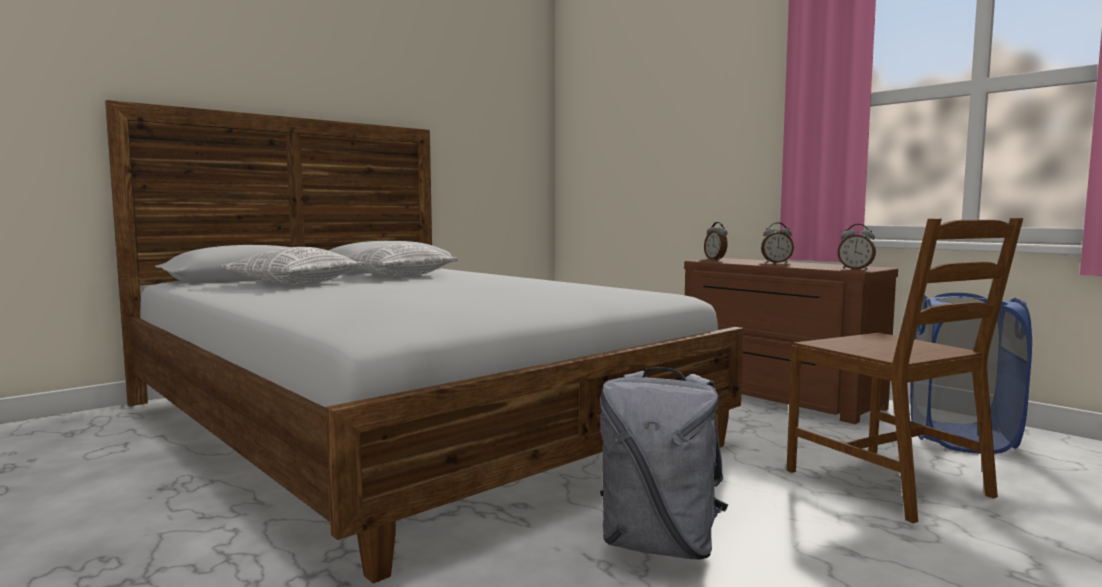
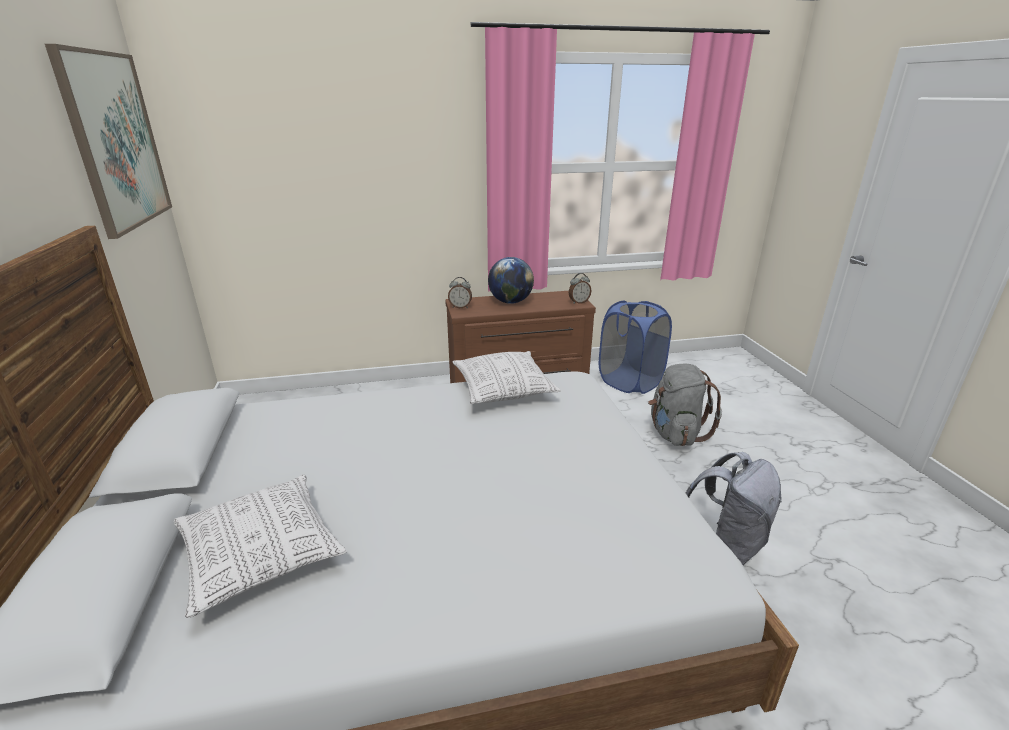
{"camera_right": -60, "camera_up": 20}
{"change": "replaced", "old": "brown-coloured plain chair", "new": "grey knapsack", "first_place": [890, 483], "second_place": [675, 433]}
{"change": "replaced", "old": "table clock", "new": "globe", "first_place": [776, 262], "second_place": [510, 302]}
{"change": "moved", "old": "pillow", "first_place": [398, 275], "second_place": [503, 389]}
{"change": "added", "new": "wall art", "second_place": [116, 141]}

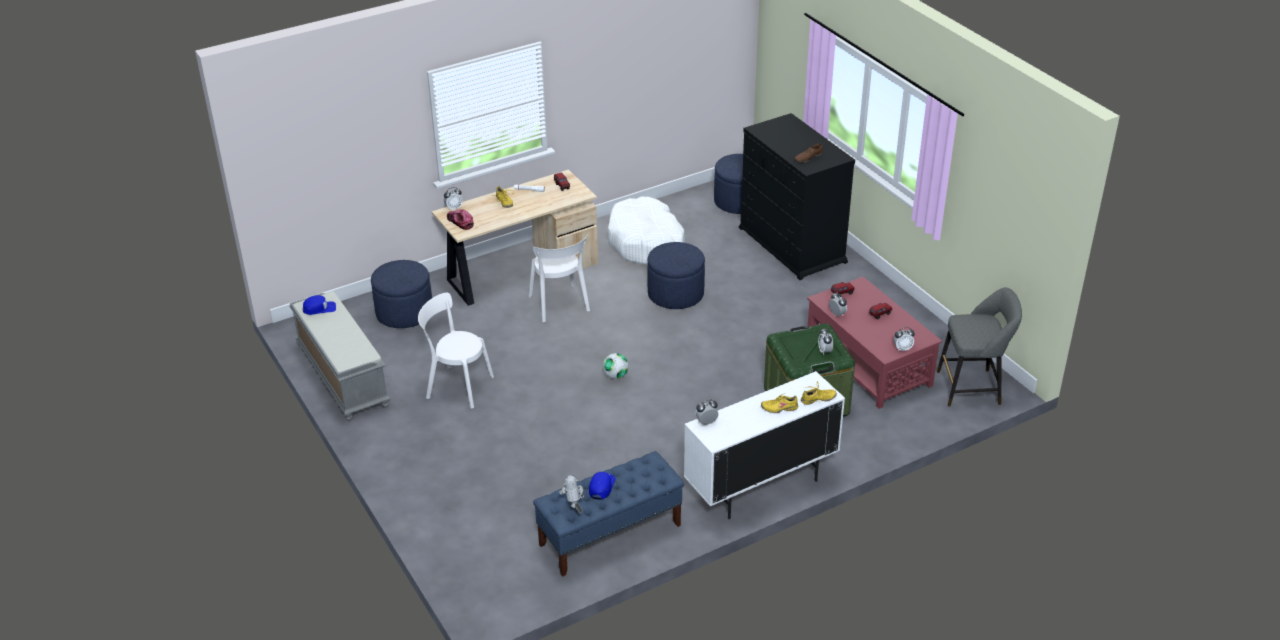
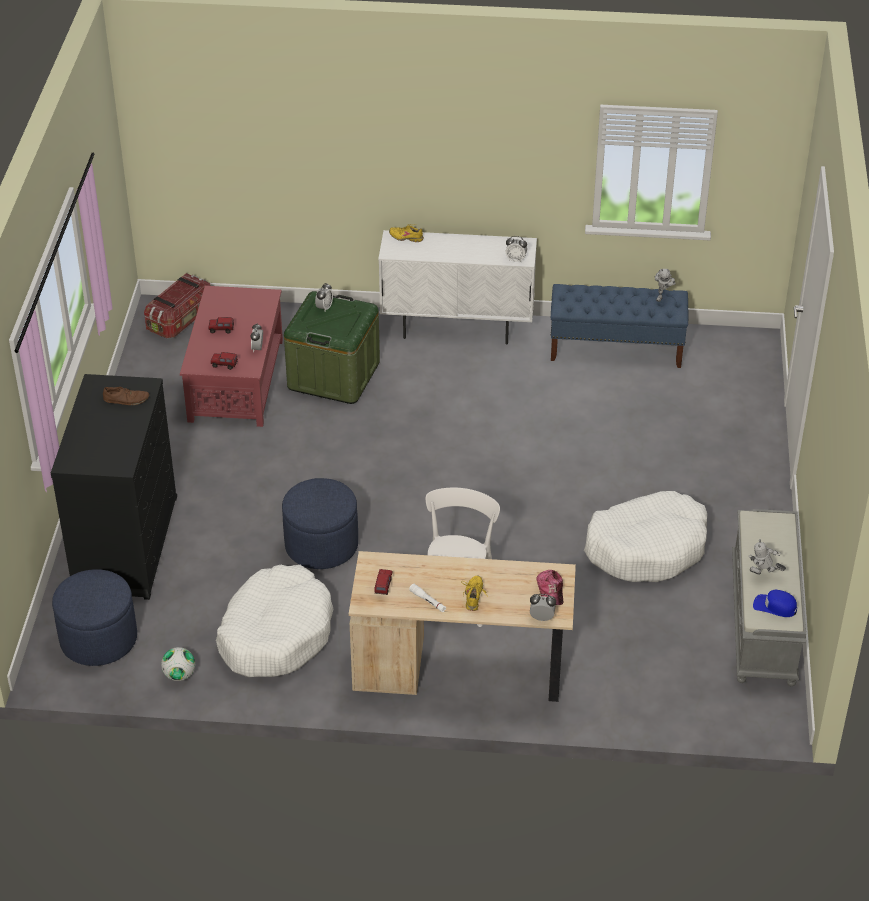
{"camera_right": -145, "camera_up": 5}
{"change": "removed", "old": "blue-coloured footrest", "first_place": [404, 312]}
{"change": "replaced", "old": "grey stool seat", "new": "storage box", "first_place": [972, 388], "second_place": [181, 319]}
{"change": "replaced", "old": "white-coloured plain chair", "new": "white-coloured dog bed", "first_place": [457, 386], "second_place": [647, 548]}
{"change": "removed", "old": "table clock", "first_place": [902, 348]}
{"change": "moved", "old": "football", "first_place": [615, 376], "second_place": [179, 675]}
{"change": "removed", "old": "yellow low shoe", "first_place": [779, 408]}
{"change": "removed", "old": "blue-coloured baseball cap", "first_place": [601, 486]}
{"change": "added", "new": "toy robot", "second_place": [763, 576]}

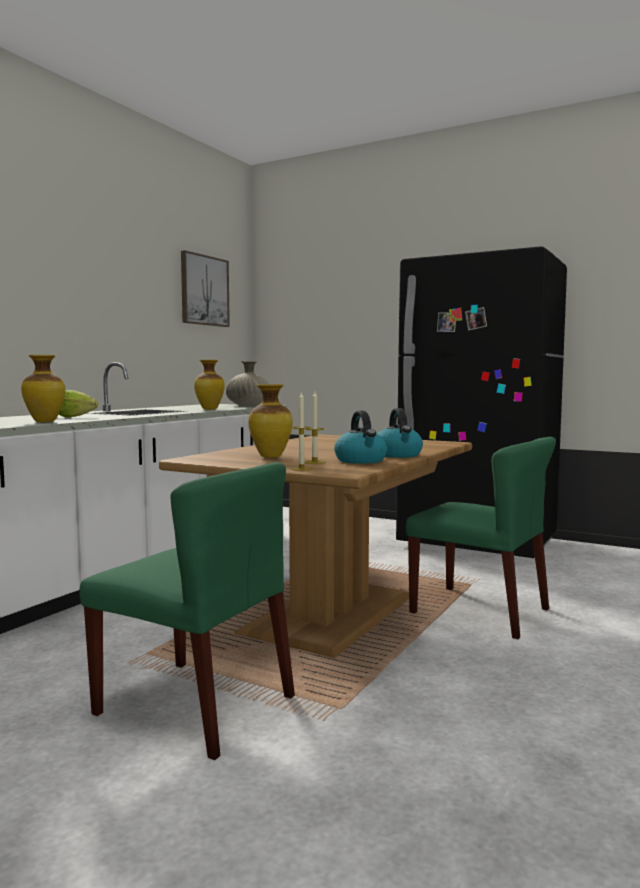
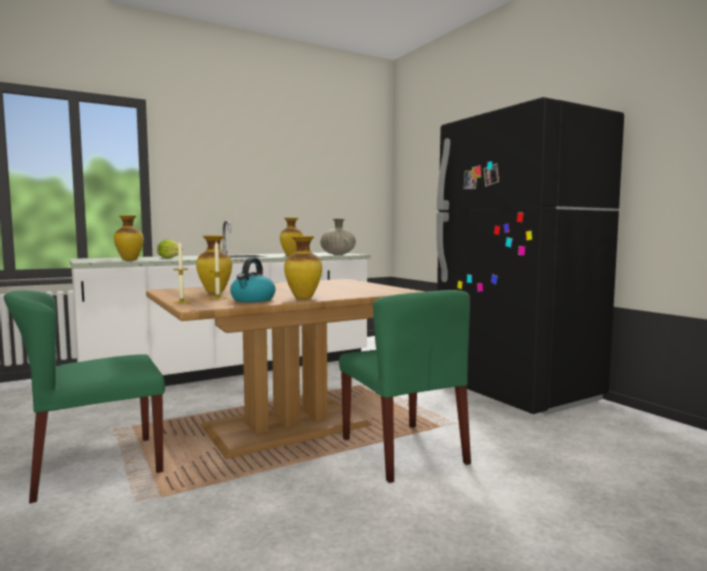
{"camera_right": 30, "camera_up": 0}
{"change": "removed", "old": "wall art", "first_place": [204, 290]}
{"change": "replaced", "old": "tea kettle", "new": "flower vase", "first_place": [398, 455], "second_place": [304, 298]}
{"change": "turned", "old": "green-coloured plain chair", "first_place": [197, 705], "second_place": [95, 467], "degrees": 90}

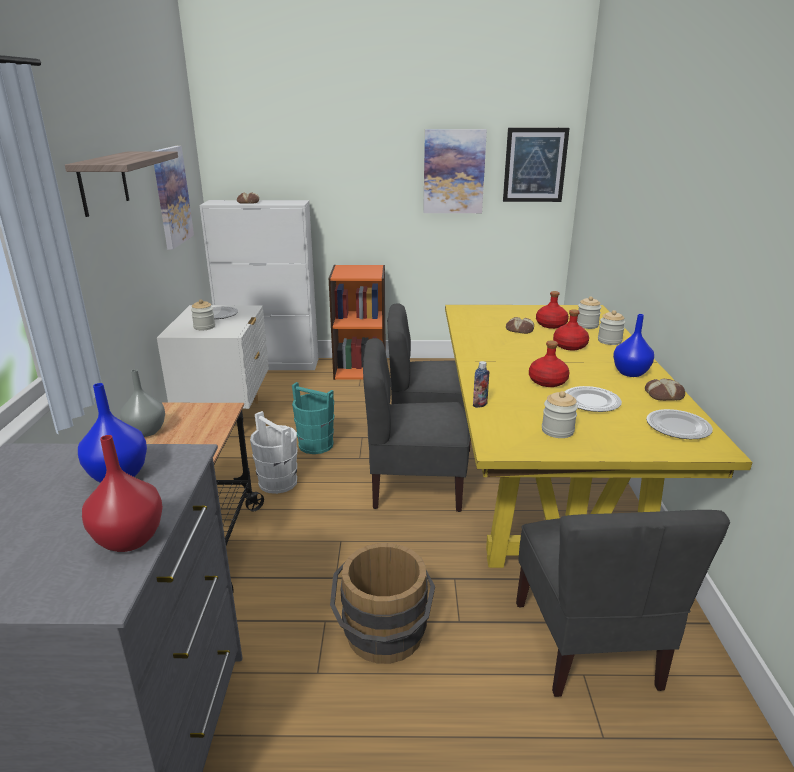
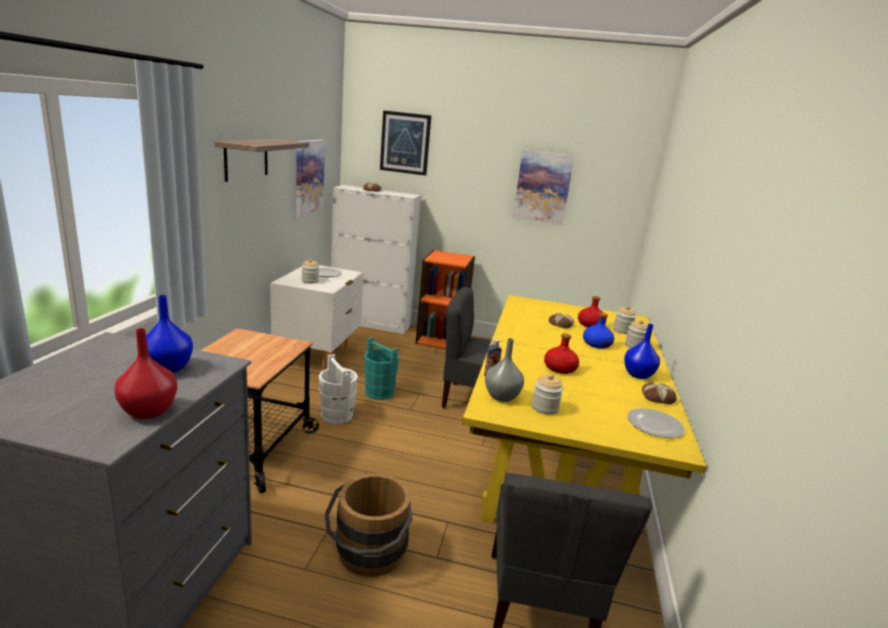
{"camera_right": 10, "camera_up": -5}
{"change": "moved", "old": "wall art", "first_place": [534, 165], "second_place": [405, 143]}
{"change": "recoloured", "old": "red-coloured drink bottle", "new": "blue-coloured drink bottle", "first_place": [569, 346], "second_place": [596, 344]}
{"change": "removed", "old": "grey plain chair", "first_place": [414, 487]}
{"change": "moved", "old": "grey flower vase", "first_place": [145, 431], "second_place": [501, 396]}
{"change": "removed", "old": "dinner plate", "first_place": [591, 401]}

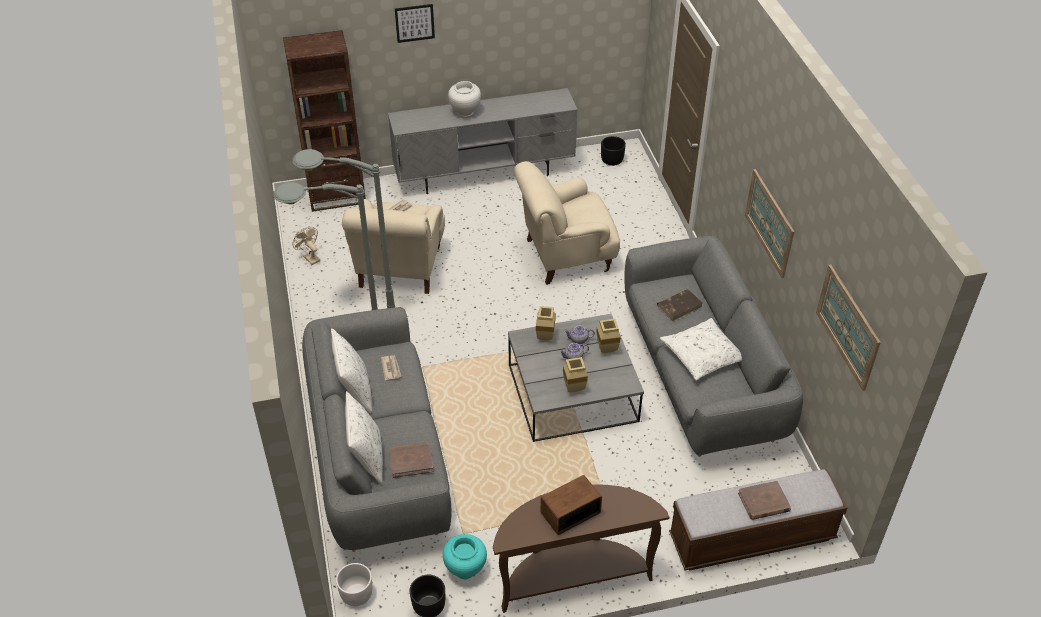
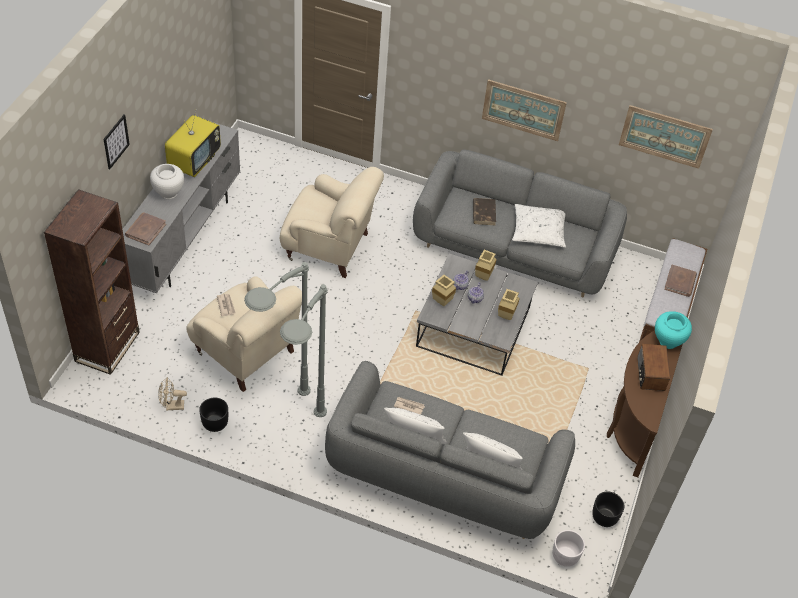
{"camera_right": -60, "camera_up": 5}
{"change": "moved", "old": "black planter", "first_place": [612, 160], "second_place": [215, 422]}
{"change": "turned", "old": "beige-coloured easy chair", "first_place": [565, 256], "second_place": [330, 247], "degrees": -90}
{"change": "moved", "old": "brown-coloured volume", "first_place": [411, 461], "second_place": [145, 230]}
{"change": "moved", "old": "turquoise flower vase", "first_place": [465, 569], "second_place": [667, 341]}
{"change": "added", "new": "television", "second_place": [194, 161]}

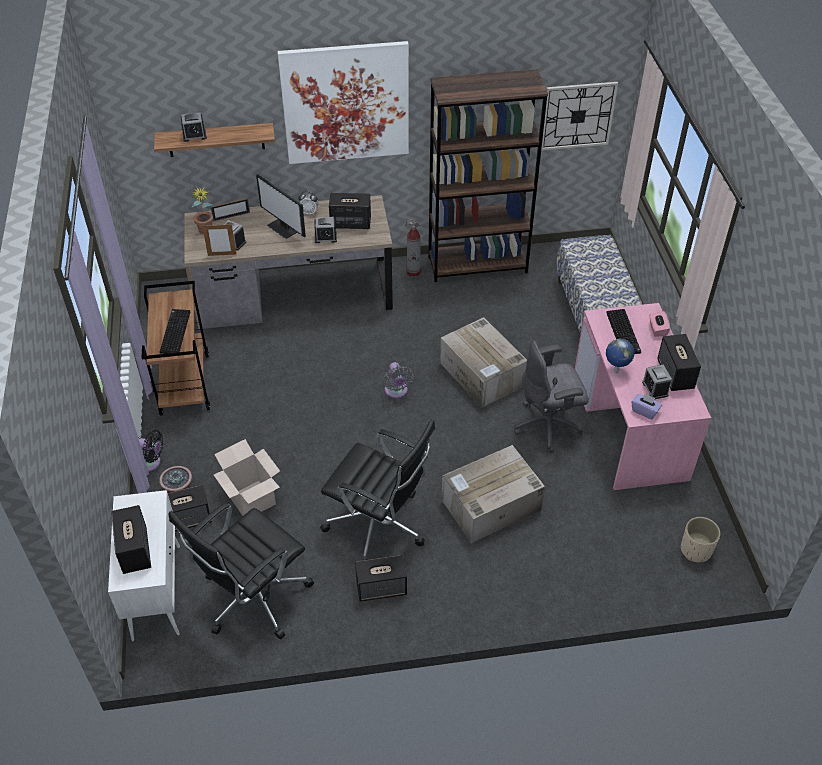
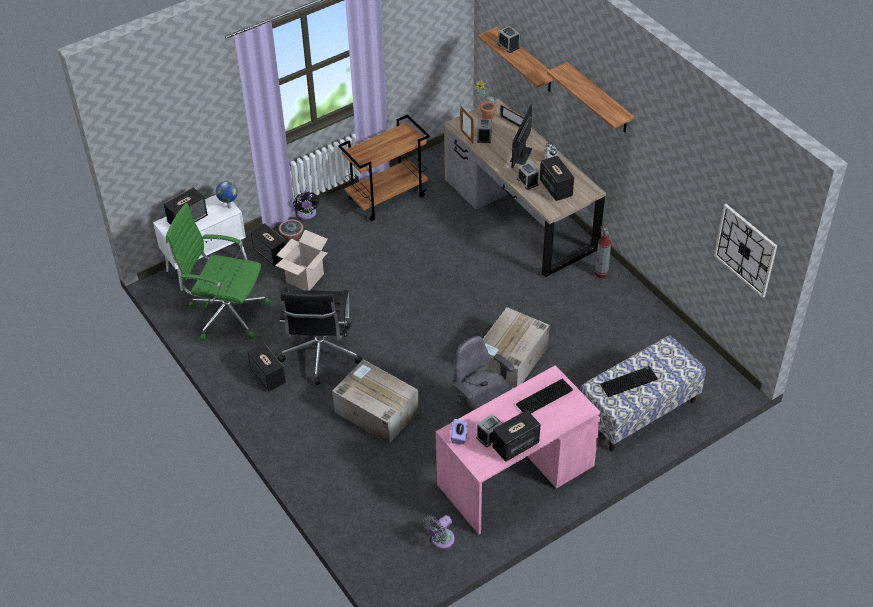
{"camera_right": 65, "camera_up": 0}
{"change": "replaced", "old": "wall art", "new": "shelf", "first_place": [346, 103], "second_place": [599, 99]}
{"change": "removed", "old": "brown-coloured bookshelf", "first_place": [477, 264]}
{"change": "moved", "old": "computer keyboard", "first_place": [174, 331], "second_place": [629, 381]}
{"change": "removed", "old": "pink tissue box", "first_place": [657, 329]}
{"change": "moved", "old": "globe", "first_place": [615, 372], "second_place": [228, 207]}
{"change": "moved", "old": "grey fan", "first_place": [396, 391], "second_place": [440, 540]}
{"change": "recoloured", "old": "black desk chair", "new": "green-coloured desk chair", "first_place": [252, 598], "second_place": [226, 313]}
{"change": "removed", "old": "beige-coloured planter", "first_place": [696, 550]}

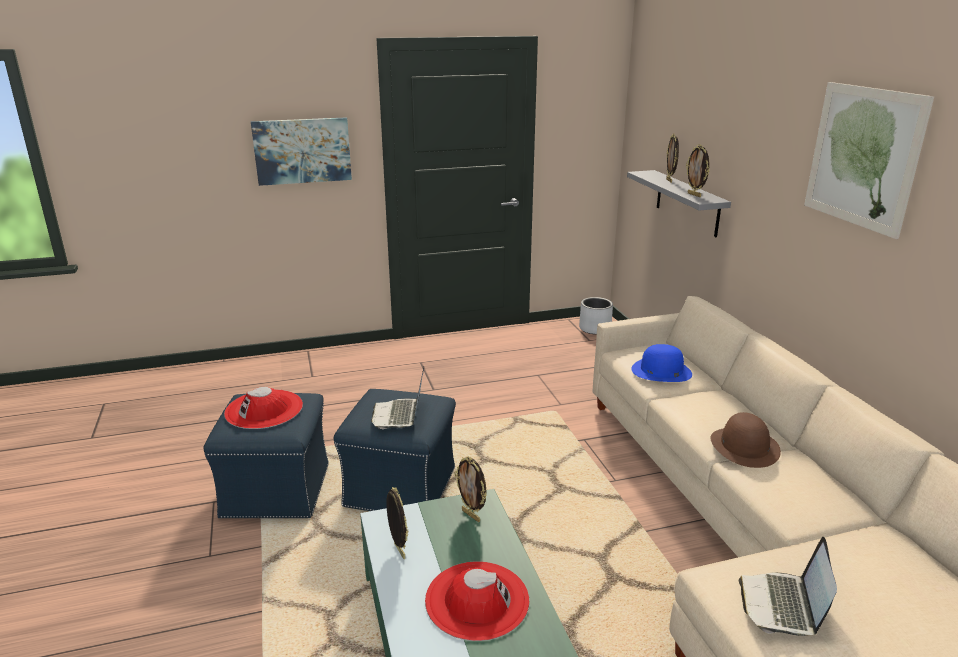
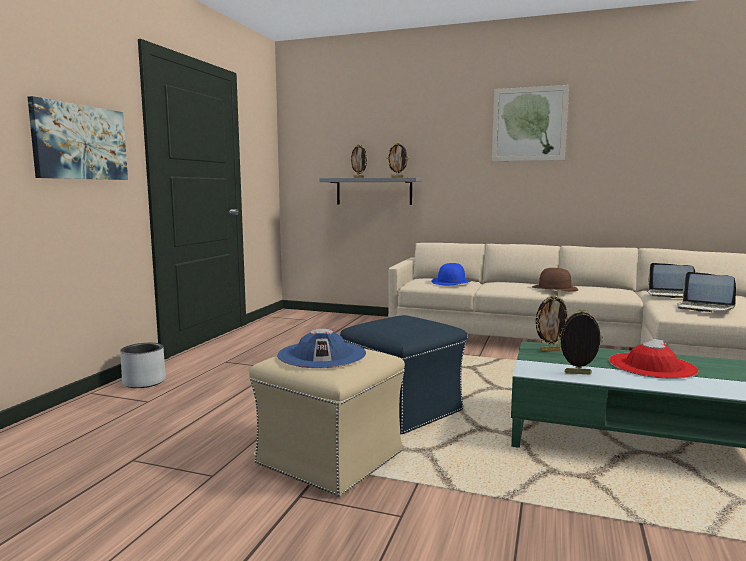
{"camera_right": -55, "camera_up": -15}
{"change": "moved", "old": "grey planter", "first_place": [594, 328], "second_place": [144, 382]}
{"change": "moved", "old": "notebook computer", "first_place": [399, 415], "second_place": [671, 294]}
{"change": "recoloured", "old": "red-coloured clothing hat", "new": "blue-coloured clothing hat", "first_place": [264, 409], "second_place": [322, 355]}
{"change": "recoloured", "old": "blue-coloured footrest", "new": "beige-coloured footrest", "first_place": [276, 489], "second_place": [328, 458]}

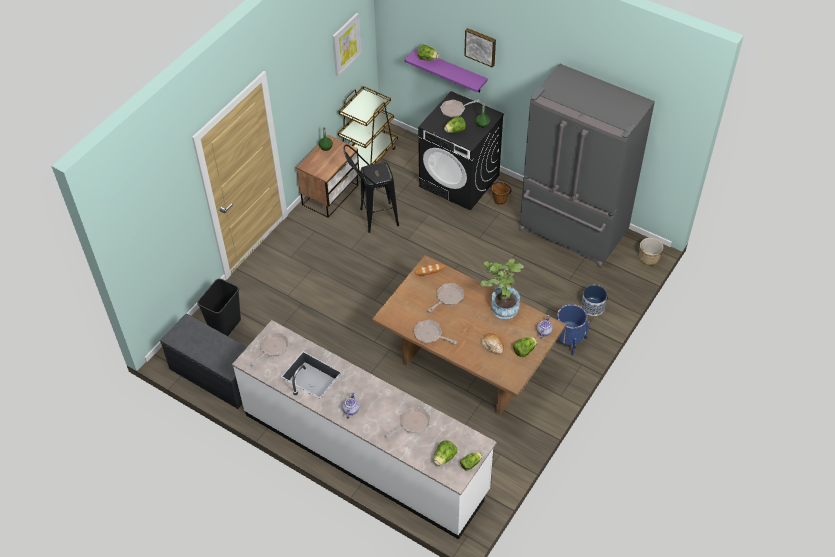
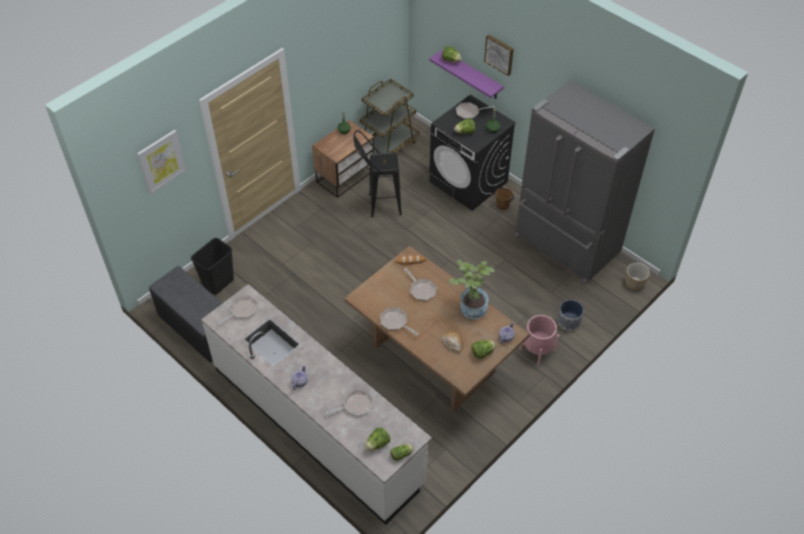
{"camera_right": 10, "camera_up": 0}
{"change": "moved", "old": "wall art", "first_place": [346, 44], "second_place": [161, 161]}
{"change": "turned", "old": "pan", "first_place": [448, 298], "second_place": [421, 289], "degrees": 90}
{"change": "recoloured", "old": "blue-coloured planter", "new": "pink planter", "first_place": [568, 340], "second_place": [537, 349]}

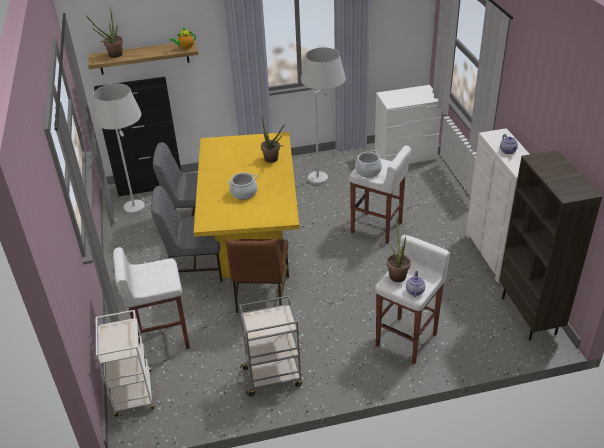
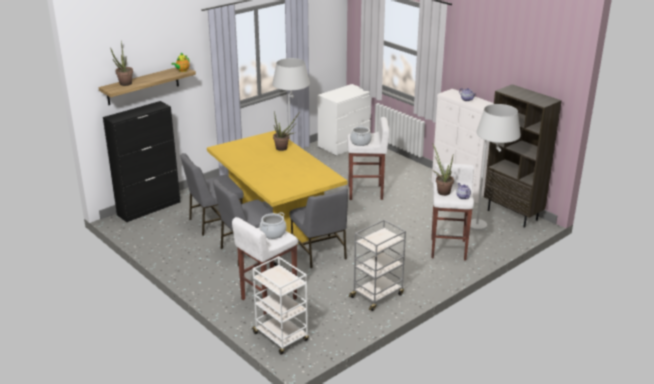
{"camera_right": -30, "camera_up": -10}
{"change": "moved", "old": "white-coloured standing lamp", "first_place": [139, 213], "second_place": [487, 228]}
{"change": "moved", "old": "cooking pot", "first_place": [243, 193], "second_place": [273, 233]}
{"change": "recoloured", "old": "brown-coloured plain chair", "new": "grey plain chair", "first_place": [261, 295], "second_place": [319, 252]}

